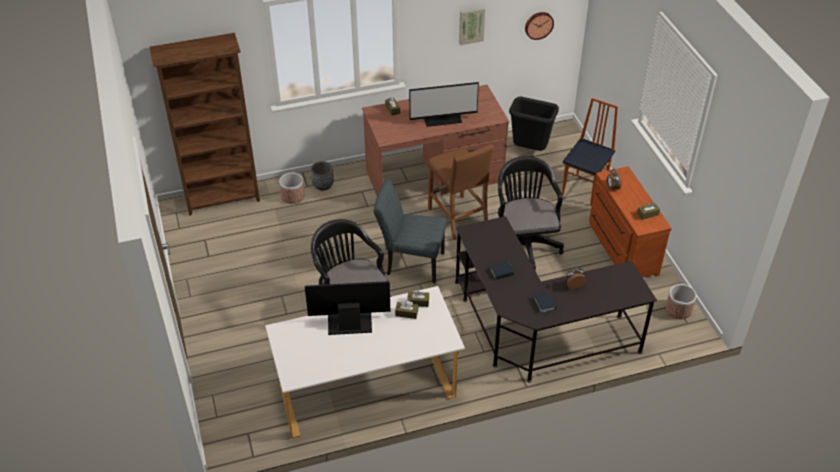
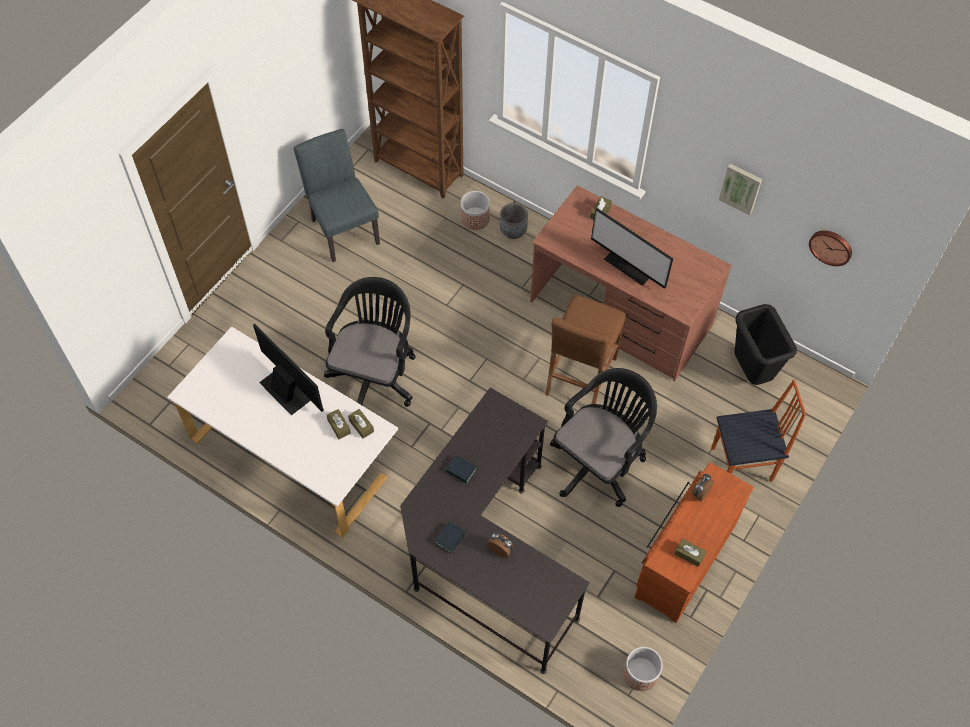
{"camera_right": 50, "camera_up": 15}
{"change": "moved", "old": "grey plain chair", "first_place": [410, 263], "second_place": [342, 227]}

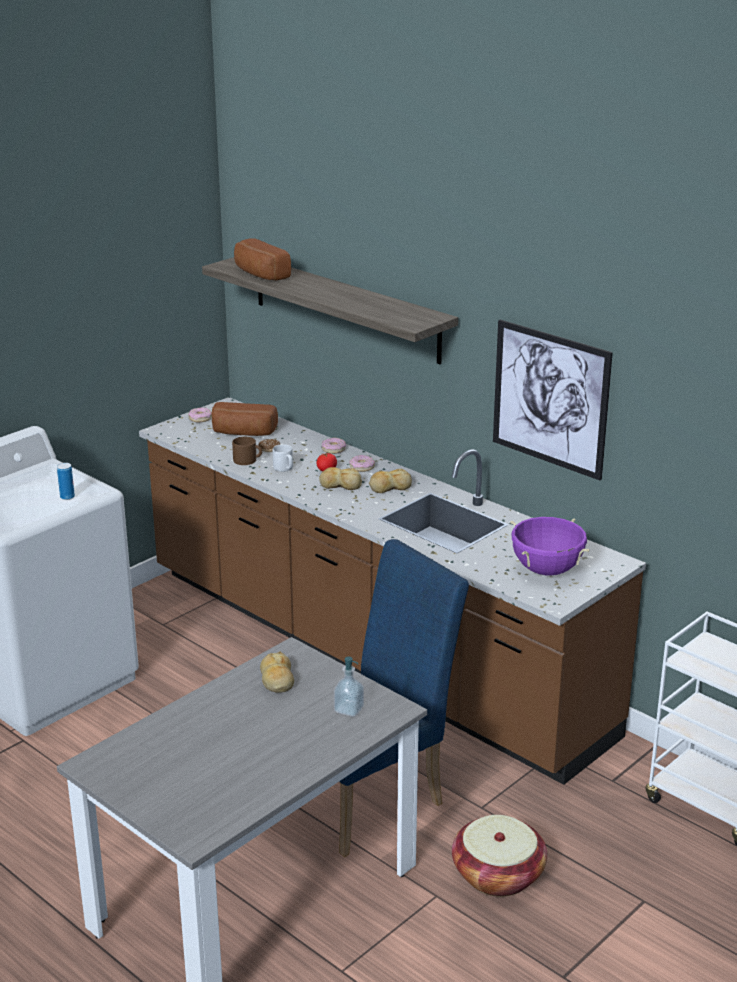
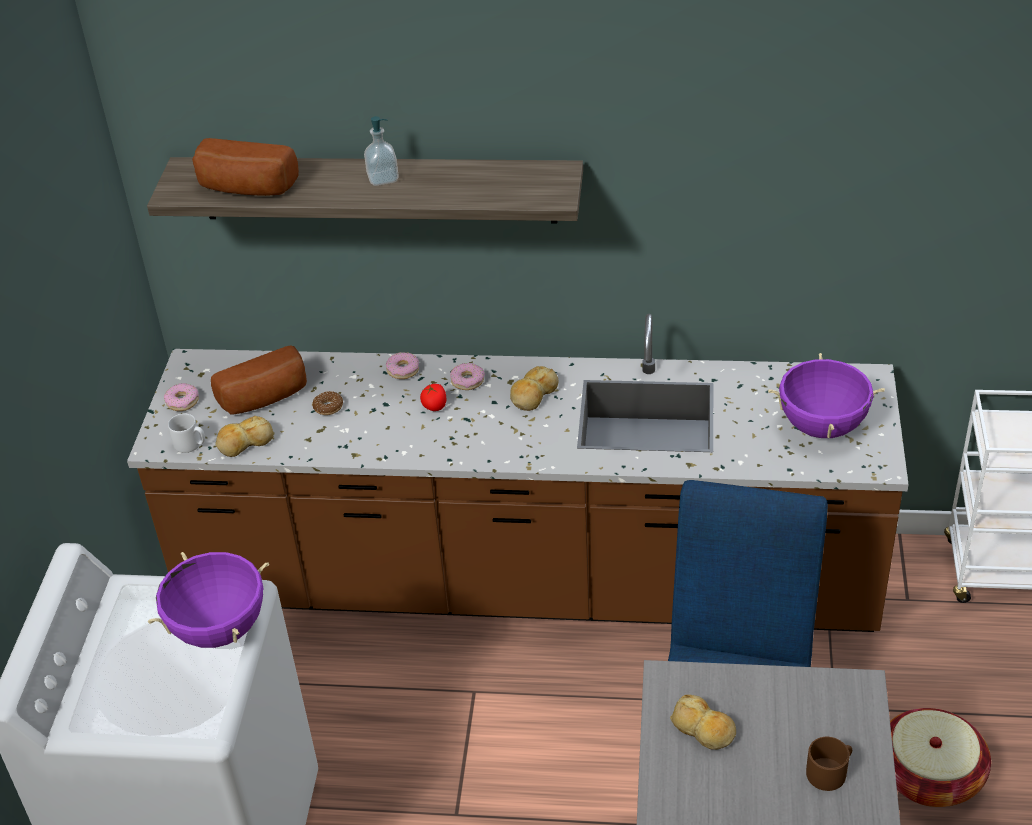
{"camera_right": -35, "camera_up": 15}
{"change": "removed", "old": "wall art", "first_place": [550, 398]}
{"change": "moved", "old": "brown-coloured mug", "first_place": [248, 460], "second_place": [830, 771]}
{"change": "moved", "old": "grey mug", "first_place": [284, 468], "second_place": [190, 445]}
{"change": "replaced", "old": "sealed can", "new": "purplish cooking pot", "first_place": [67, 497], "second_place": [219, 629]}
{"change": "moved", "old": "bakery bread", "first_place": [340, 485], "second_place": [245, 443]}
{"change": "moved", "old": "soap dispenser", "first_place": [348, 709], "second_place": [383, 178]}

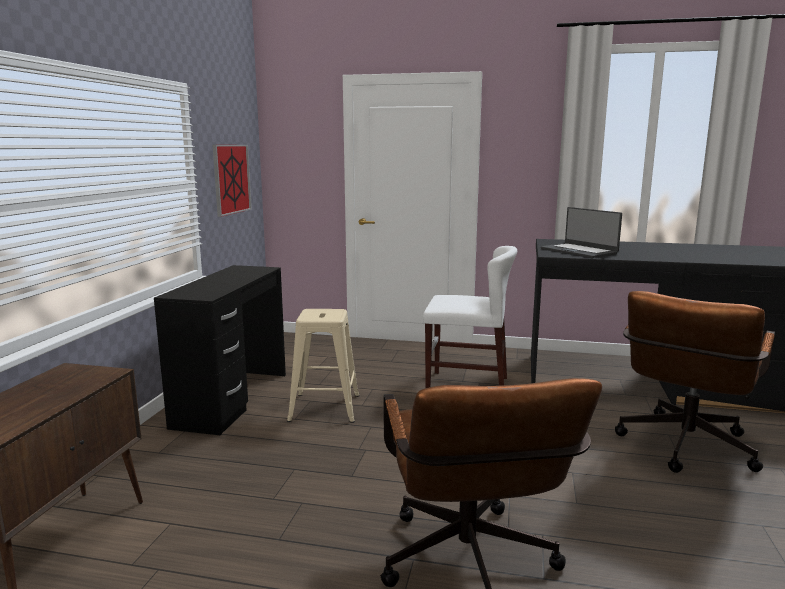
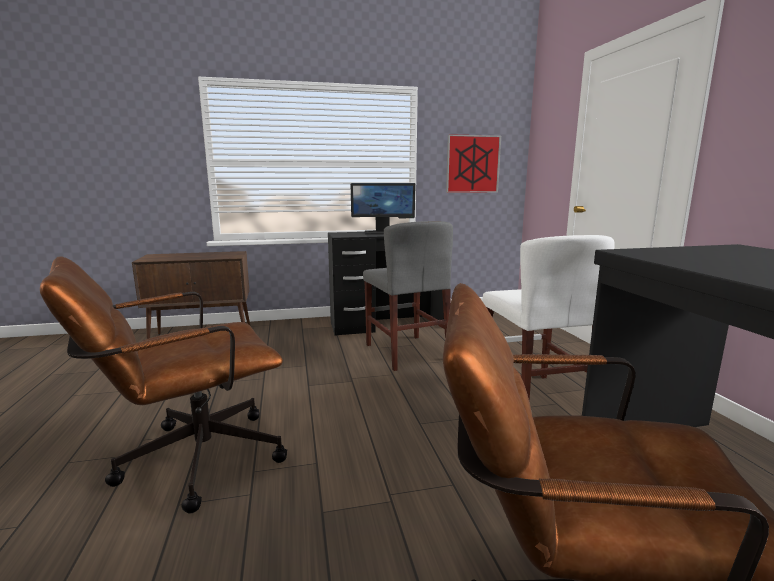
{"camera_right": 65, "camera_up": 0}
{"change": "removed", "old": "notebook computer", "first_place": [579, 251]}
{"change": "replaced", "old": "beige-coloured stool seat", "new": "grey plain chair", "first_place": [325, 408], "second_place": [406, 352]}
{"change": "added", "new": "computer display", "second_place": [383, 232]}

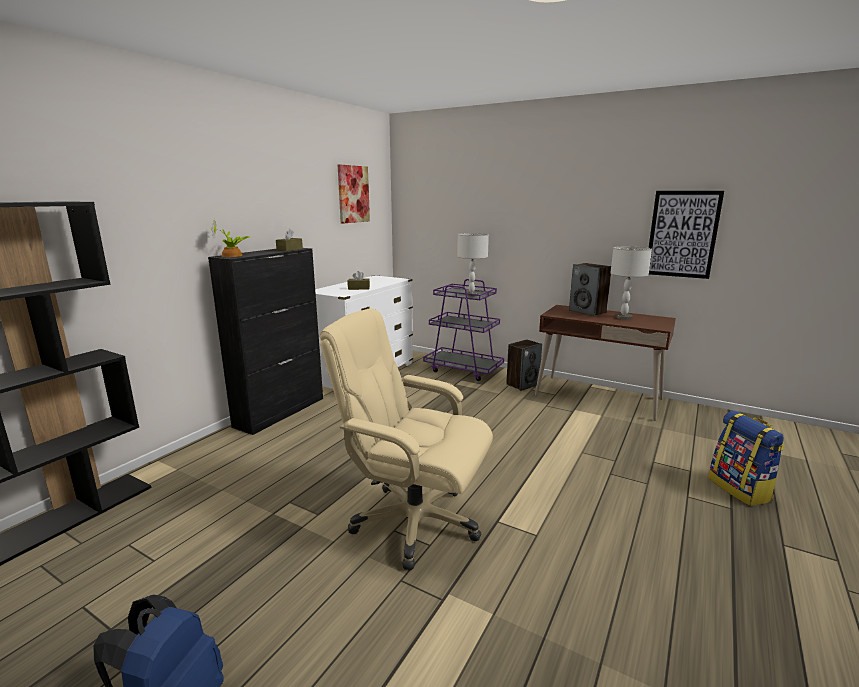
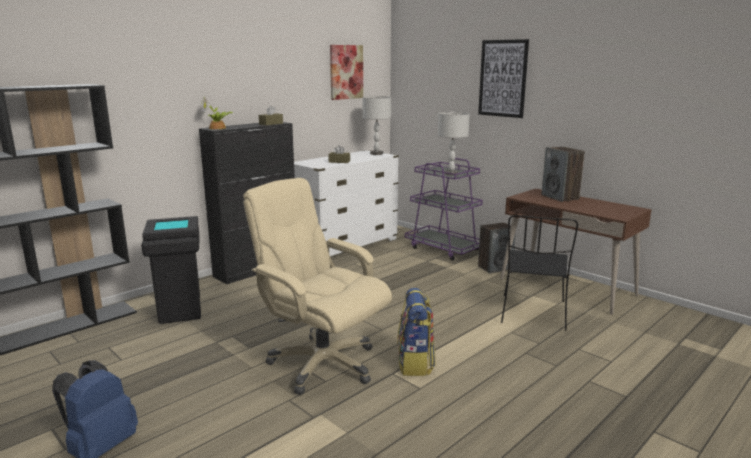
{"camera_right": 15, "camera_up": 0}
{"change": "moved", "old": "wall art", "first_place": [682, 234], "second_place": [503, 78]}
{"change": "moved", "old": "grey tabletop lamp", "first_place": [624, 317], "second_place": [376, 154]}
{"change": "moved", "old": "knapsack", "first_place": [740, 489], "second_place": [415, 363]}
{"change": "added", "new": "black plain chair", "second_place": [533, 313]}
{"change": "added", "new": "black trash can", "second_place": [180, 313]}

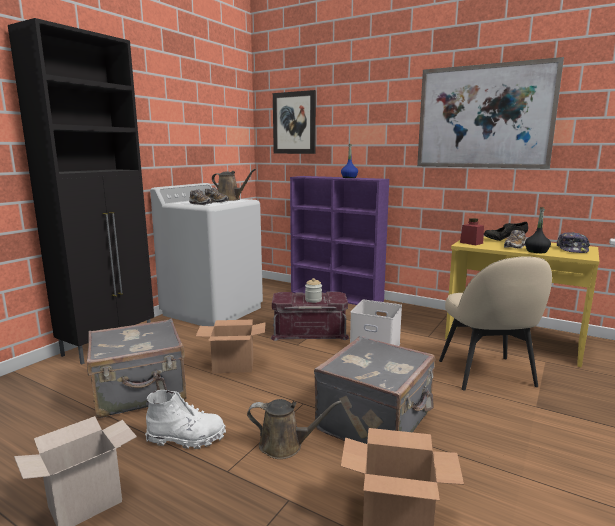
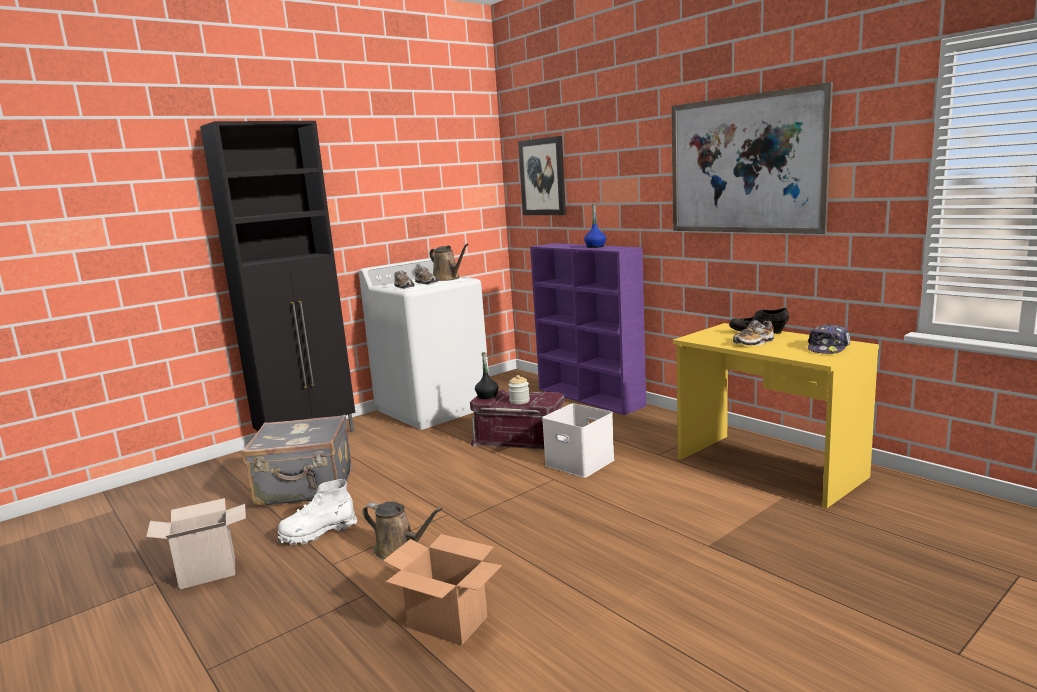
{"camera_right": 20, "camera_up": 0}
{"change": "moved", "old": "black drink bottle", "first_place": [536, 251], "second_place": [487, 396]}
{"change": "removed", "old": "red-coloured jar", "first_place": [471, 243]}
{"change": "removed", "old": "beige-coloured plain chair", "first_place": [487, 374]}
{"change": "removed", "old": "carton", "first_place": [232, 366]}
{"change": "removed", "old": "grey suitcase", "first_place": [376, 422]}
{"change": "turned", "old": "white-coloured high-top boot", "first_place": [186, 438], "second_place": [318, 532], "degrees": 135}

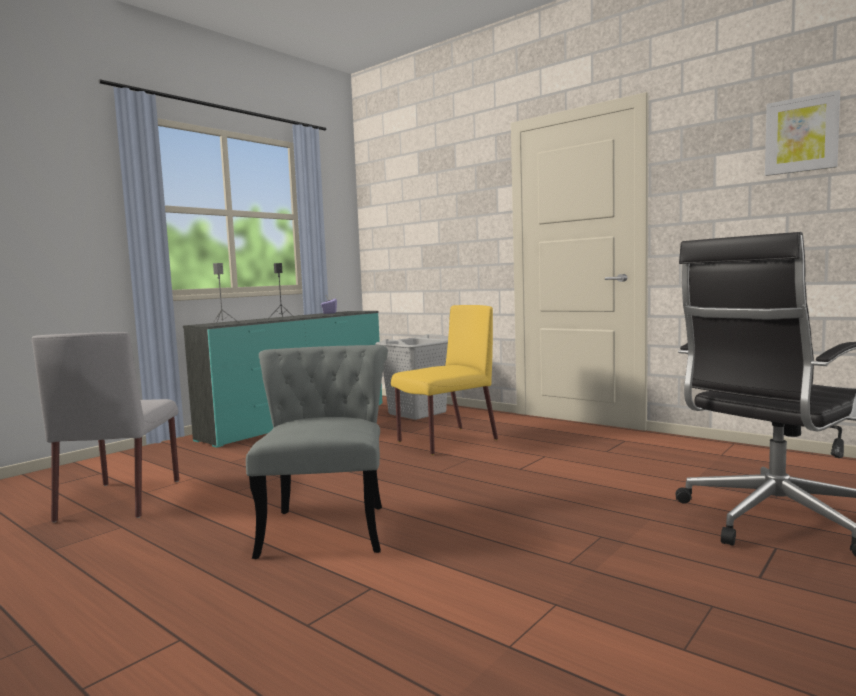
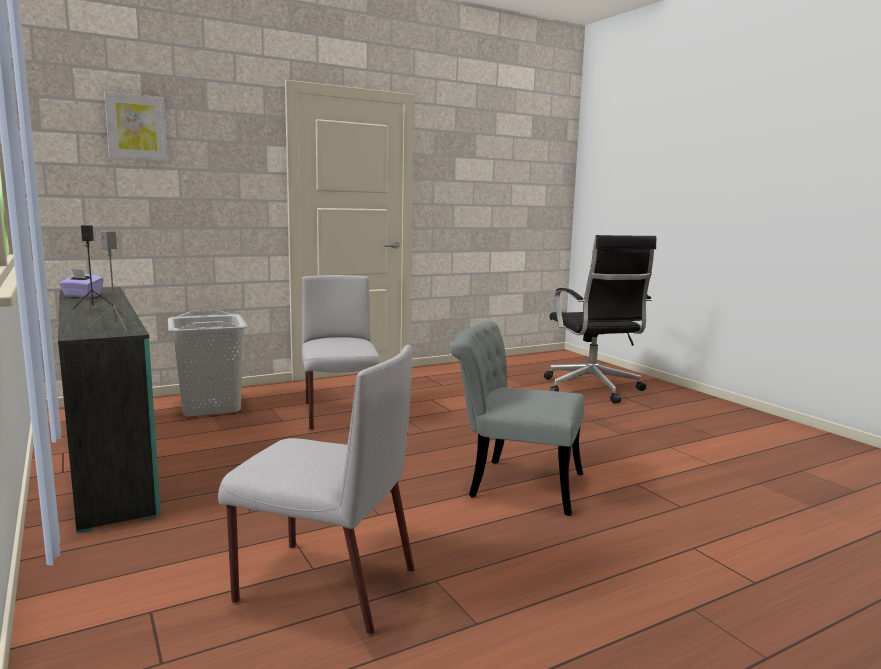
{"camera_right": -70, "camera_up": 5}
{"change": "moved", "old": "wall art", "first_place": [801, 135], "second_place": [136, 127]}
{"change": "recoloured", "old": "yellow plain chair", "new": "grey plain chair", "first_place": [446, 441], "second_place": [340, 415]}

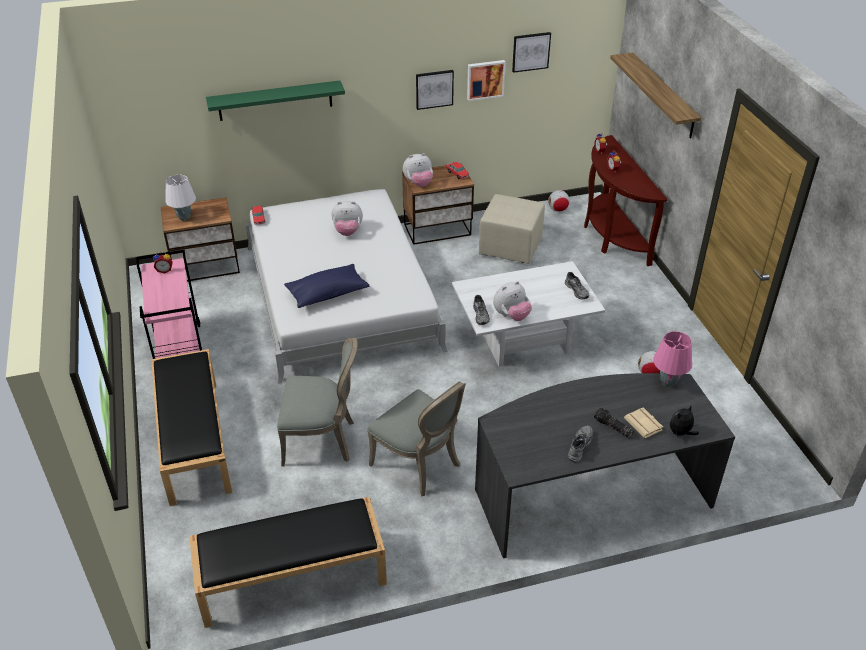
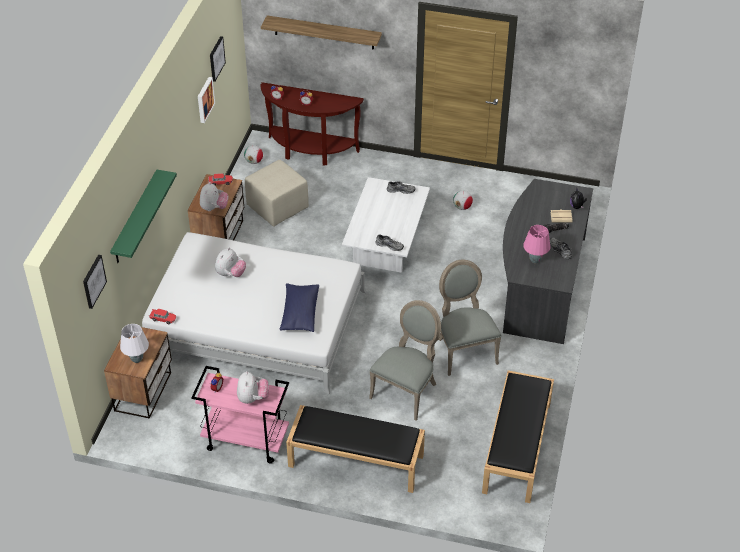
{"camera_right": -60, "camera_up": 5}
{"change": "moved", "old": "wall art", "first_place": [434, 89], "second_place": [93, 281]}
{"change": "moved", "old": "soft toy", "first_place": [511, 316], "second_place": [253, 398]}
{"change": "moved", "old": "pink tabletop lamp", "first_place": [668, 382], "second_place": [535, 260]}
{"change": "turned", "old": "grey plain chair", "first_place": [420, 465], "second_place": [464, 350], "degrees": -90}

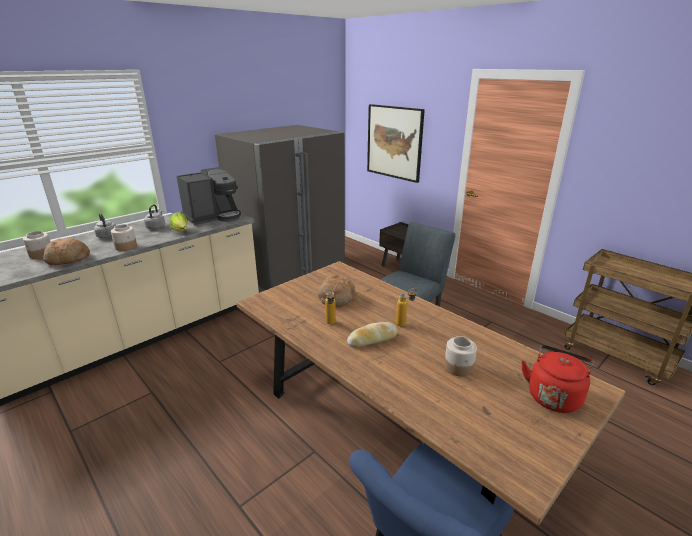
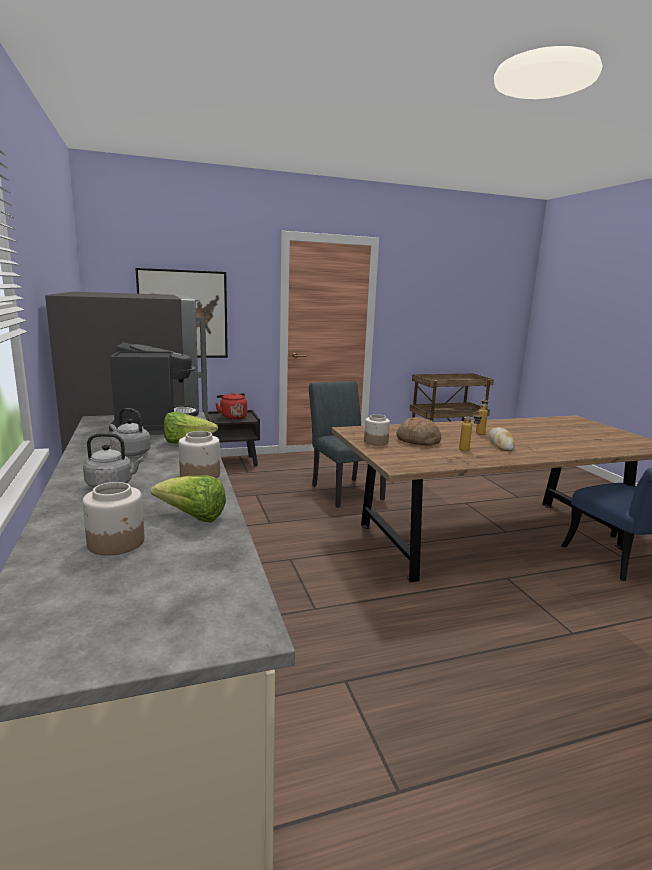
{"camera_right": -65, "camera_up": -10}
{"change": "replaced", "old": "bakery bread", "new": "head of lettuce", "first_place": [68, 259], "second_place": [192, 517]}
{"change": "moved", "old": "jar", "first_place": [459, 367], "second_place": [376, 442]}
{"change": "moved", "old": "red-coloured tea kettle", "first_place": [553, 396], "second_place": [232, 417]}

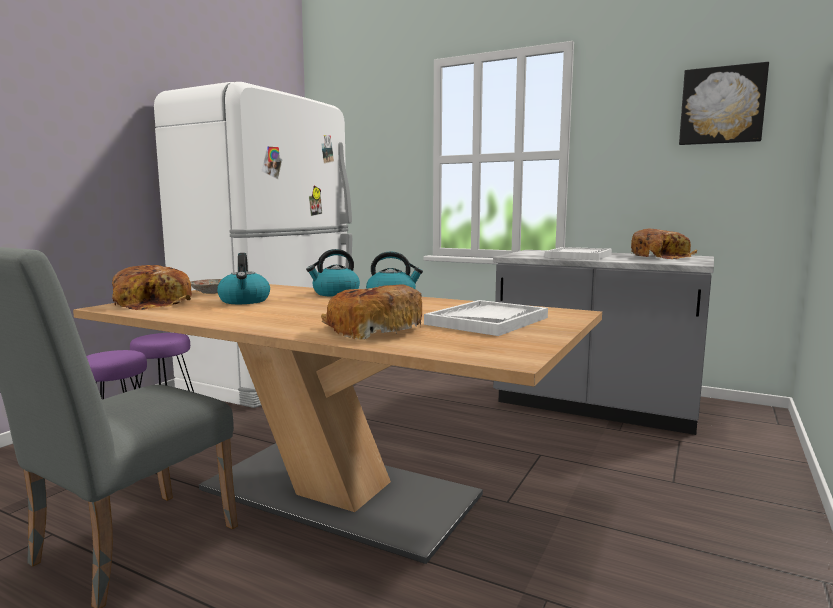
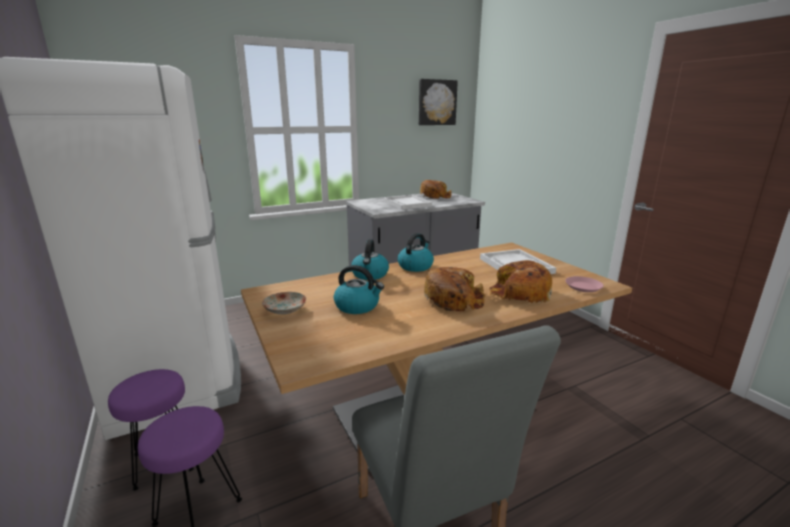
{"camera_right": -55, "camera_up": 10}
{"change": "moved", "old": "bakery bread", "first_place": [155, 303], "second_place": [454, 299]}
{"change": "added", "new": "pink dinner plate", "second_place": [583, 287]}

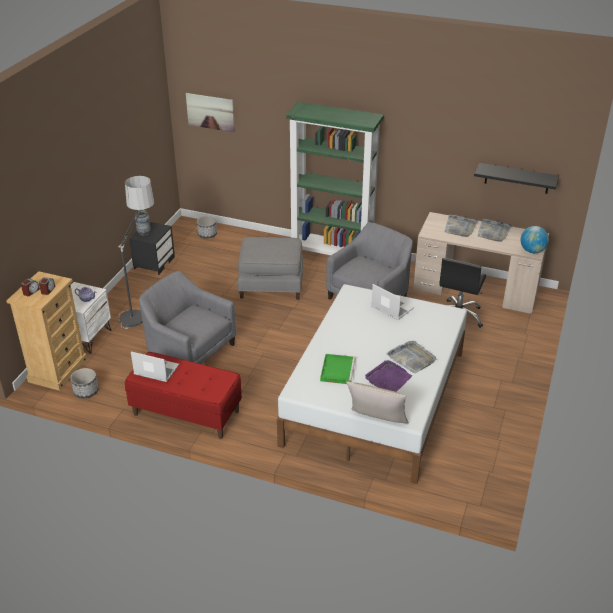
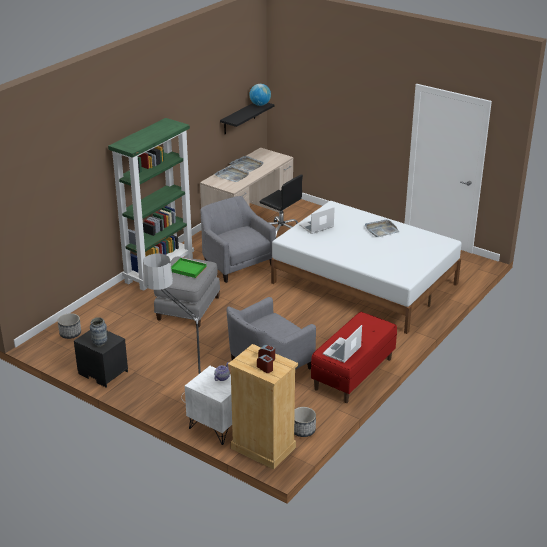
{"camera_right": -75, "camera_up": -5}
{"change": "removed", "old": "wall art", "first_place": [210, 112]}
{"change": "moved", "old": "globe", "first_place": [532, 251], "second_place": [260, 105]}
{"change": "moved", "old": "green-coloured serving tray", "first_place": [337, 370], "second_place": [187, 269]}
{"change": "removed", "old": "purplish serving tray", "first_place": [388, 379]}
{"change": "removed", "old": "beige-coloured pillow", "first_place": [376, 423]}

